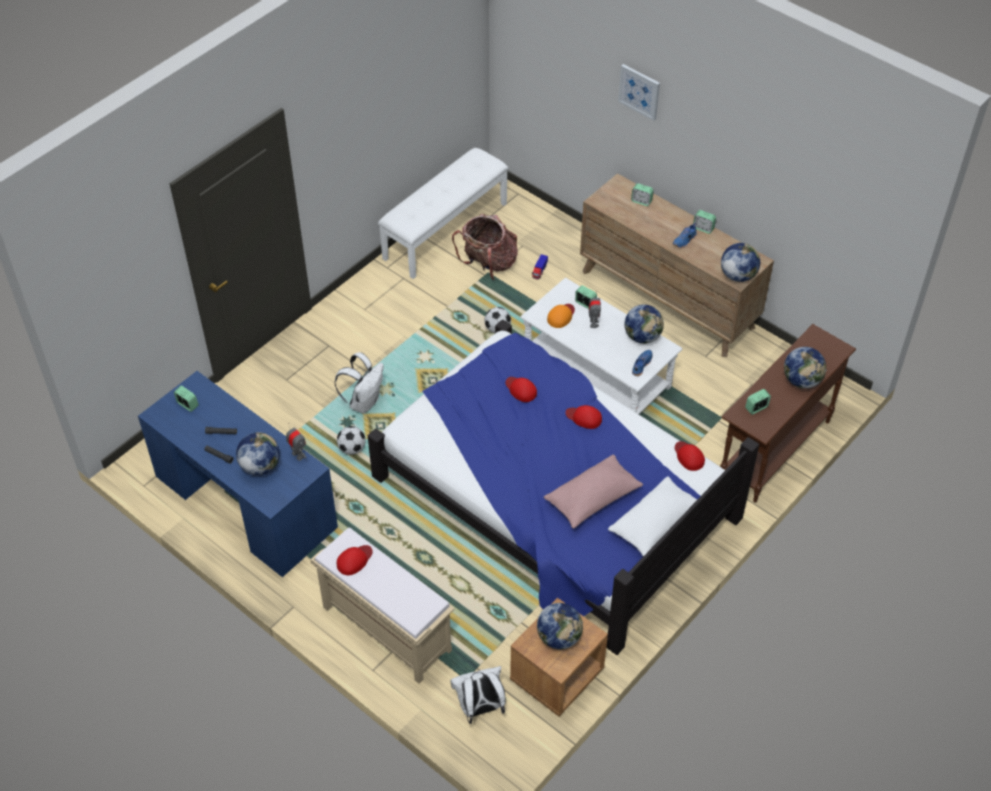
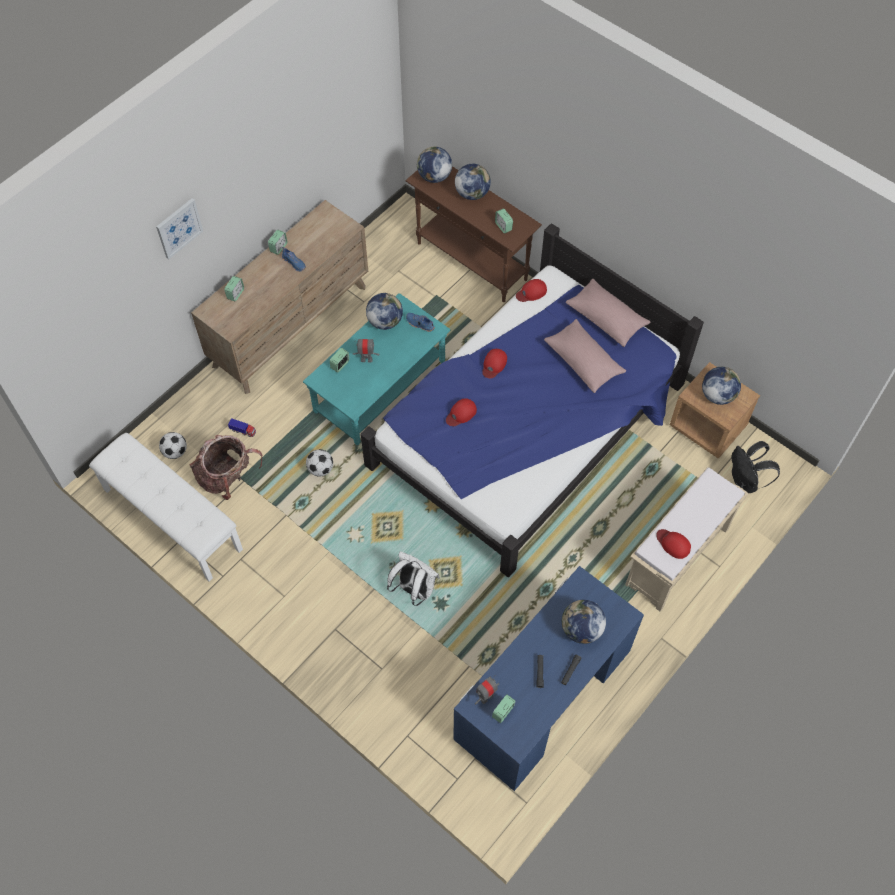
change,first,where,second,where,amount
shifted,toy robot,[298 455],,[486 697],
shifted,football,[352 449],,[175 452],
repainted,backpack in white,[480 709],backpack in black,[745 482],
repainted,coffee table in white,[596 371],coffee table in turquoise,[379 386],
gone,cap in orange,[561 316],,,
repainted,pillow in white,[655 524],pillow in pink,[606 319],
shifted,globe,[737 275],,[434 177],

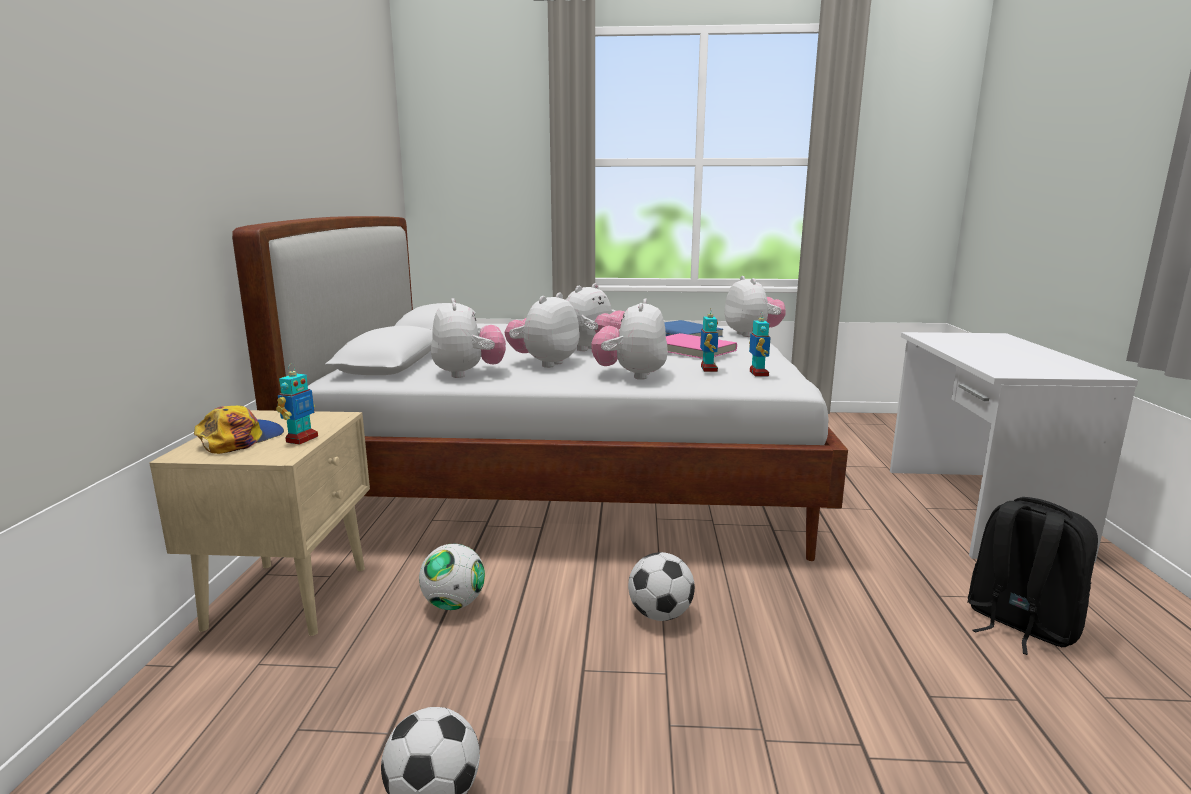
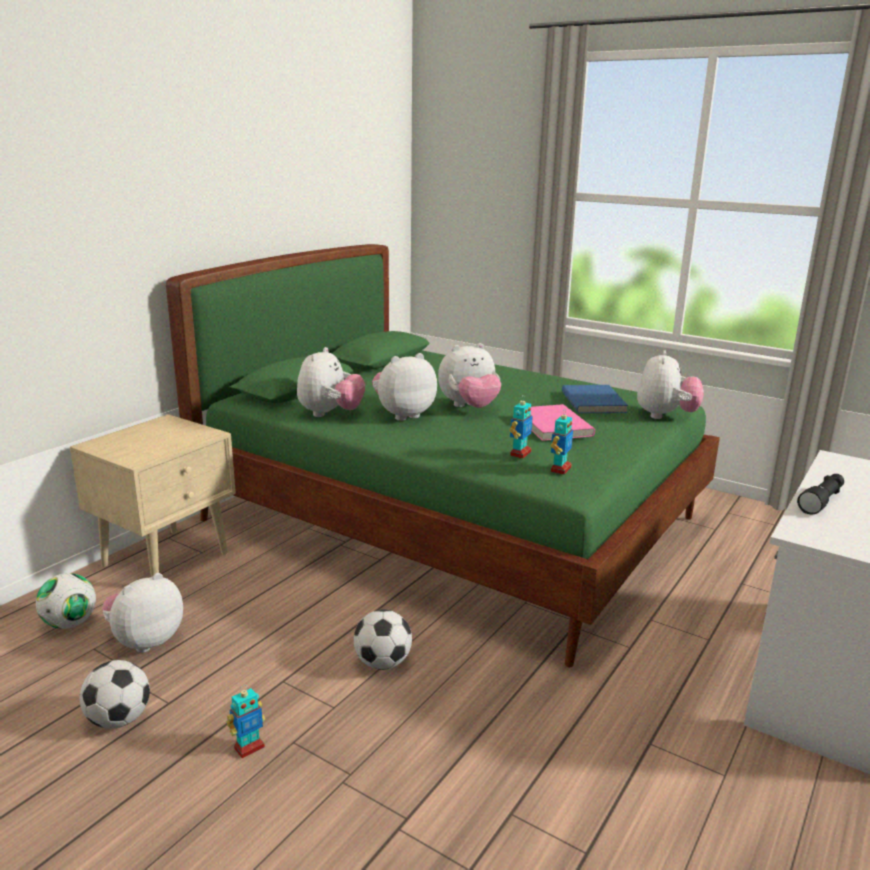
change,first,where,second,where,amount
gone,cap,[240 439],,,
repainted,bed in white,[568 478],bed in green,[452 520],
shifted,toy robot,[301 439],,[249 747],
shifted,football,[454 604],,[70 623],
shifted,plush toy,[631 375],,[145 641],
gone,backpack in black,[1019 624],,,
new,,,flashlight in black,[822 501],

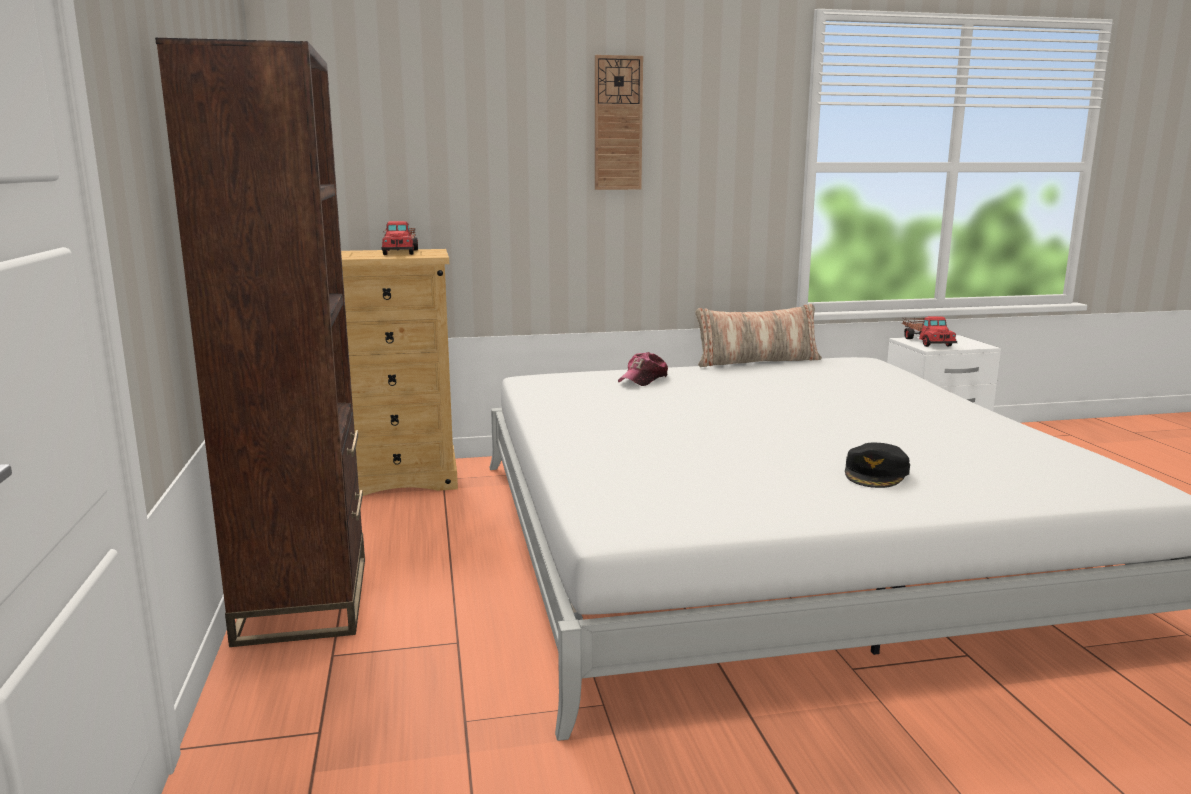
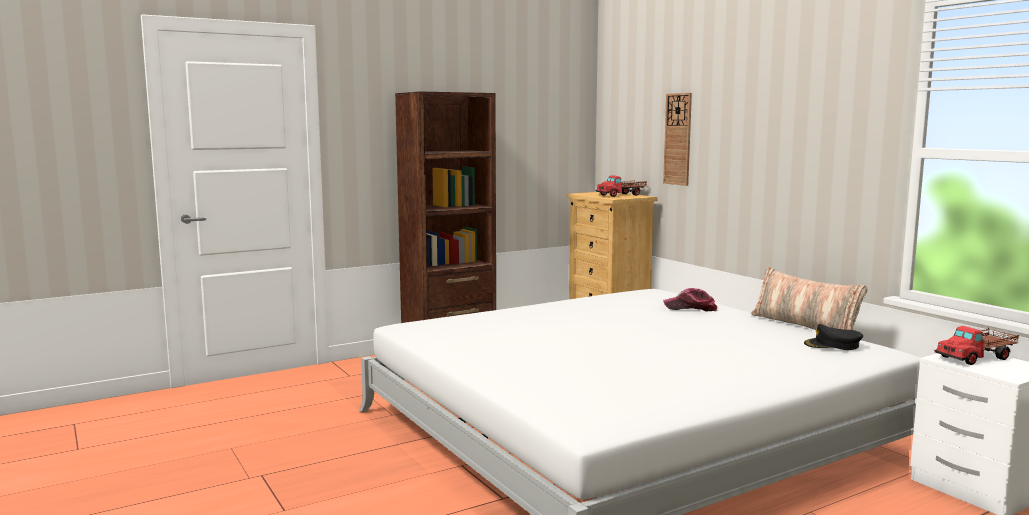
change,first,where,second,where,amount
shifted,wall clock,[618 123],,[678 139],
shifted,cap in black,[876 473],,[832 345],

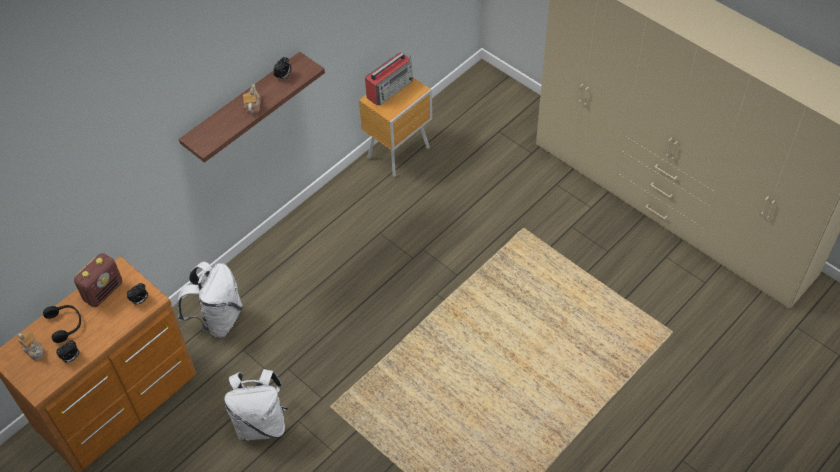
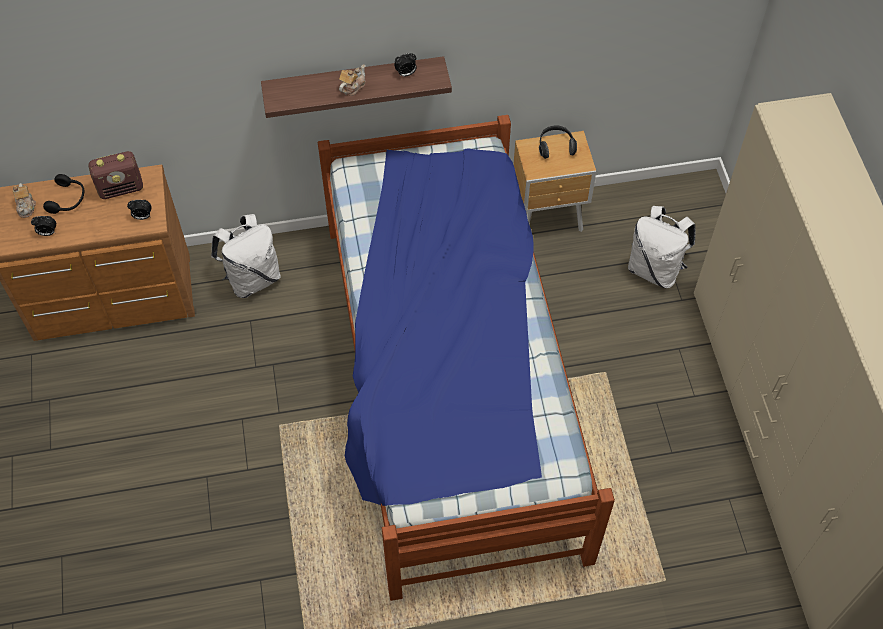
change,first,where,second,where,amount
shifted,backpack in white,[261 423],,[655 269],
swapped,radio,[390 89],headphones,[555 146],
new,,,bed,[449 385],

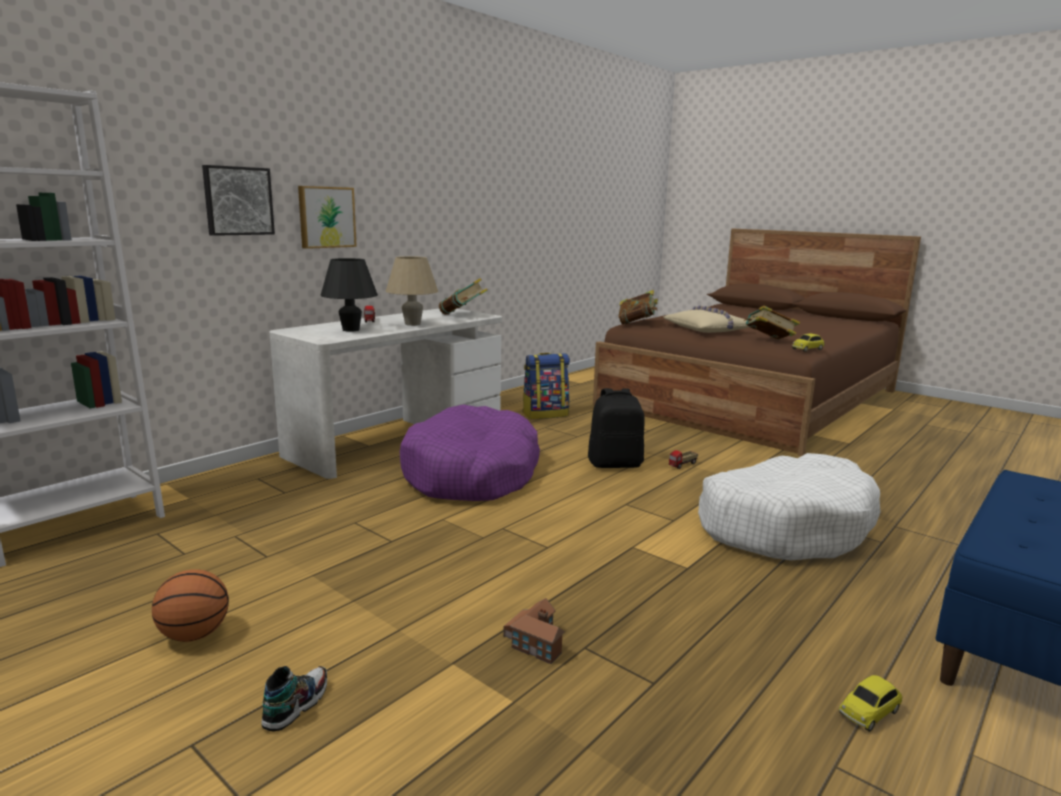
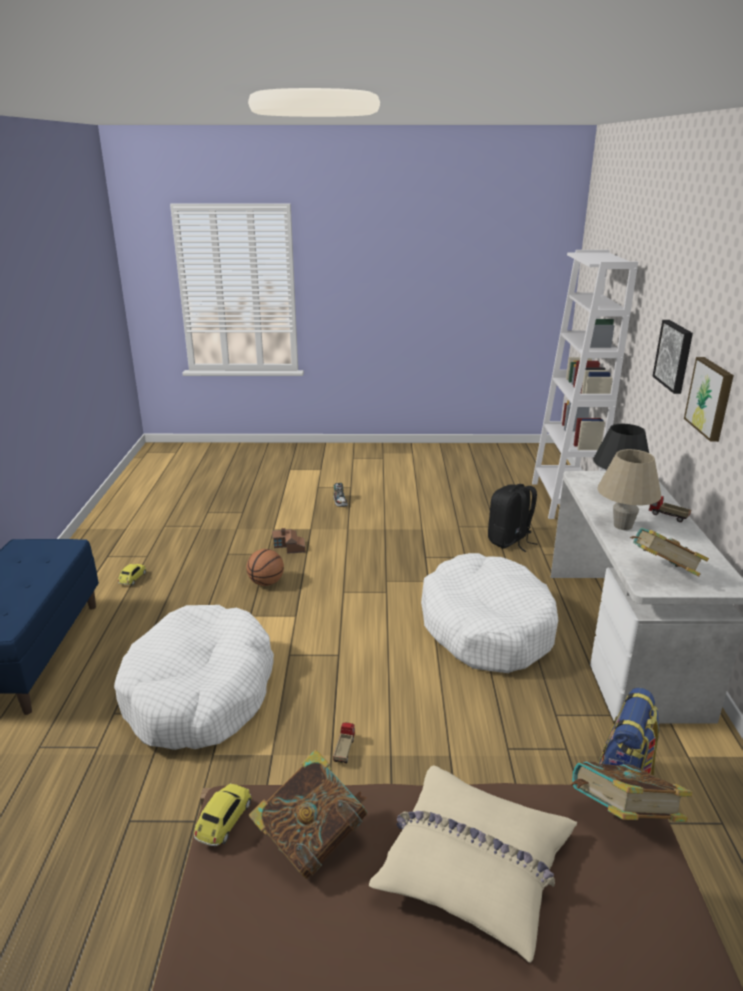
change,first,where,second,where,amount
shifted,basketball,[195 635],,[266 583],
repainted,dog bed in purple,[471 474],dog bed in white,[486 627],
shifted,backpack in black,[615 464],,[510 541],

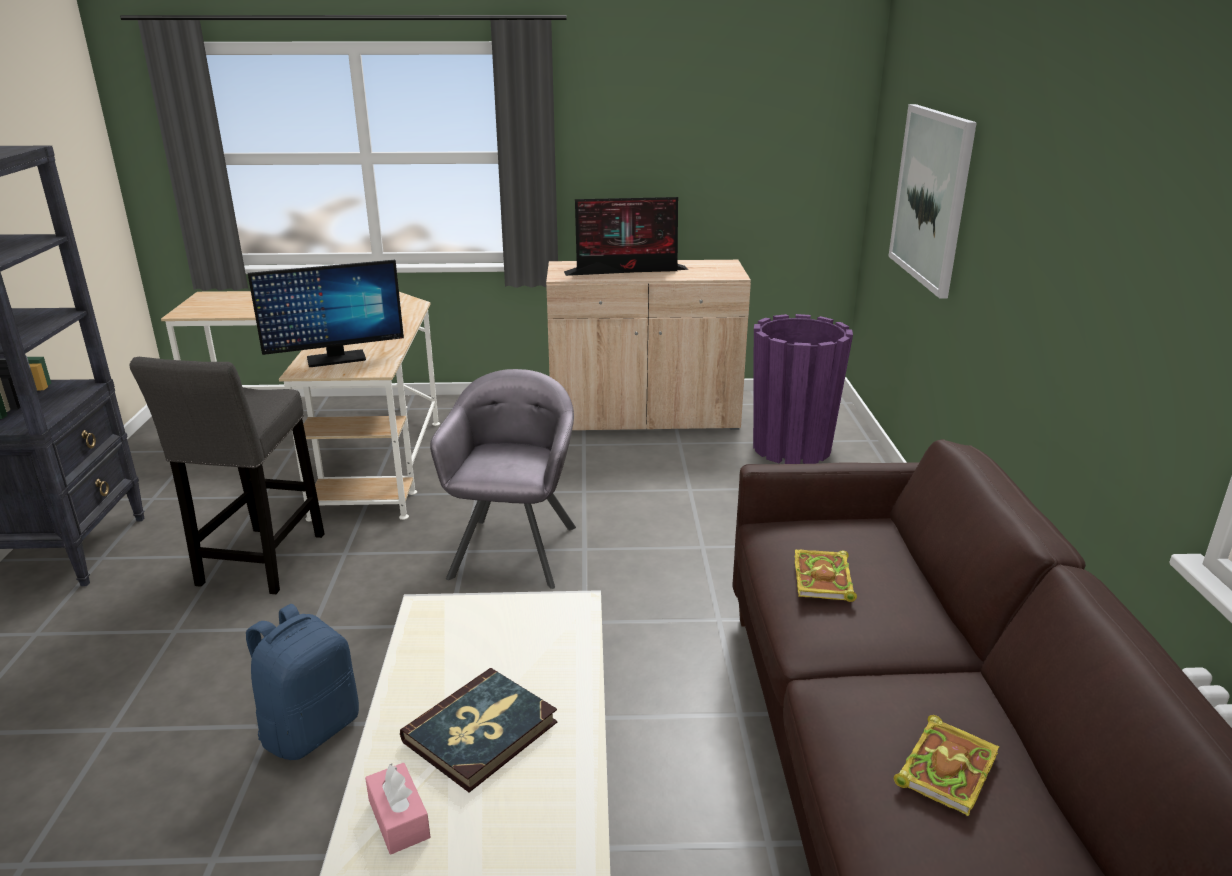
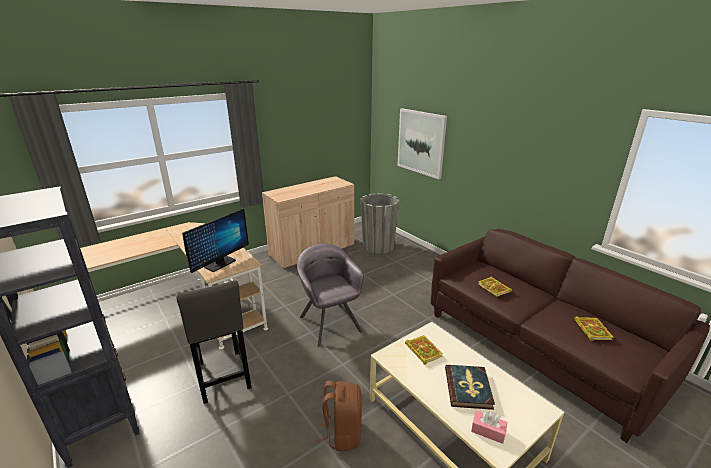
change,first,where,second,where,amount
repainted,backpack in blue,[310 729],backpack in brown,[342 433],
gone,monitor,[628 270],,,
repainted,planter in purple,[791 448],planter in grey,[378 246],
new,,,book,[422 350],

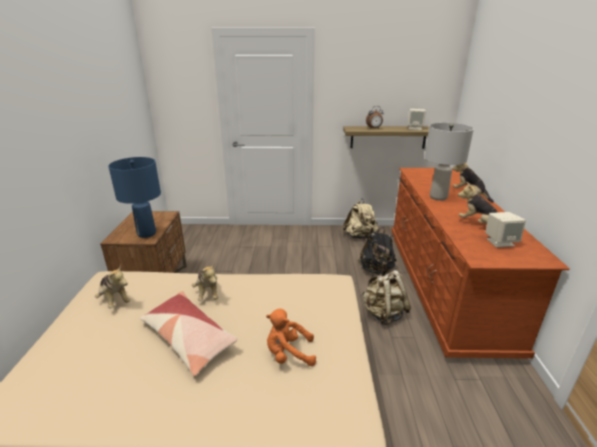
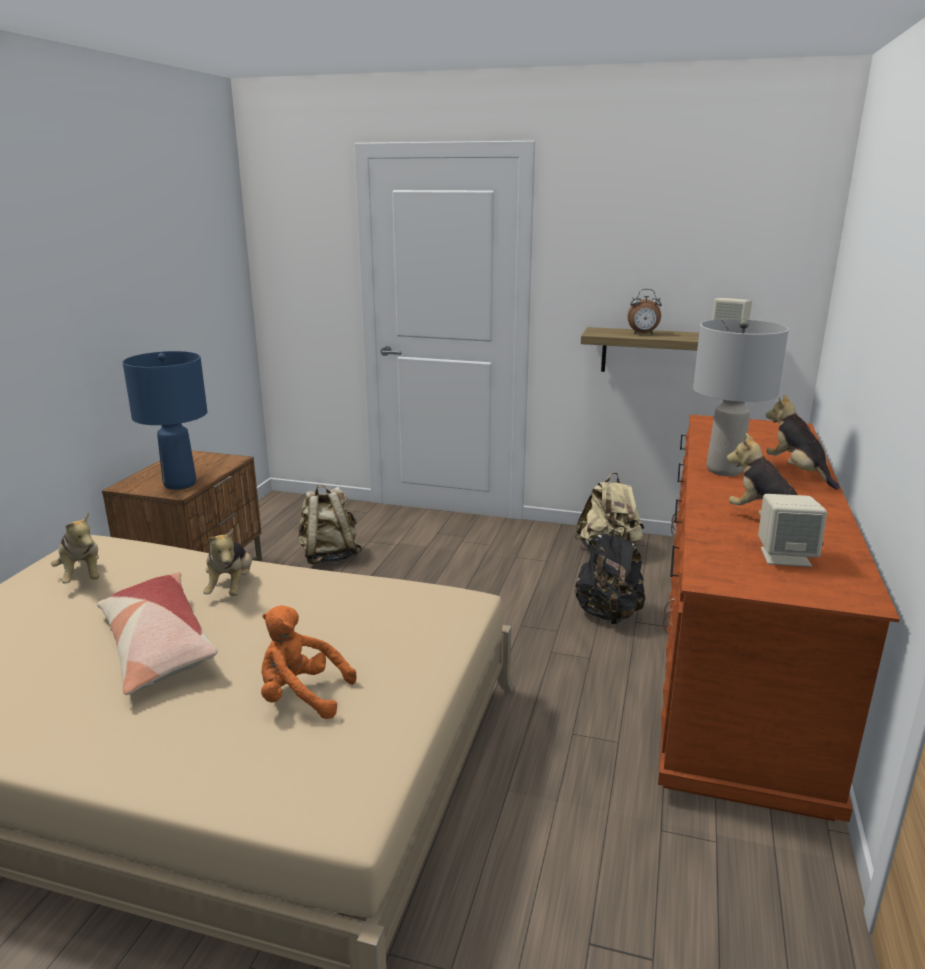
change,first,where,second,where,amount
shifted,backpack in beige,[383 314],,[329 556],

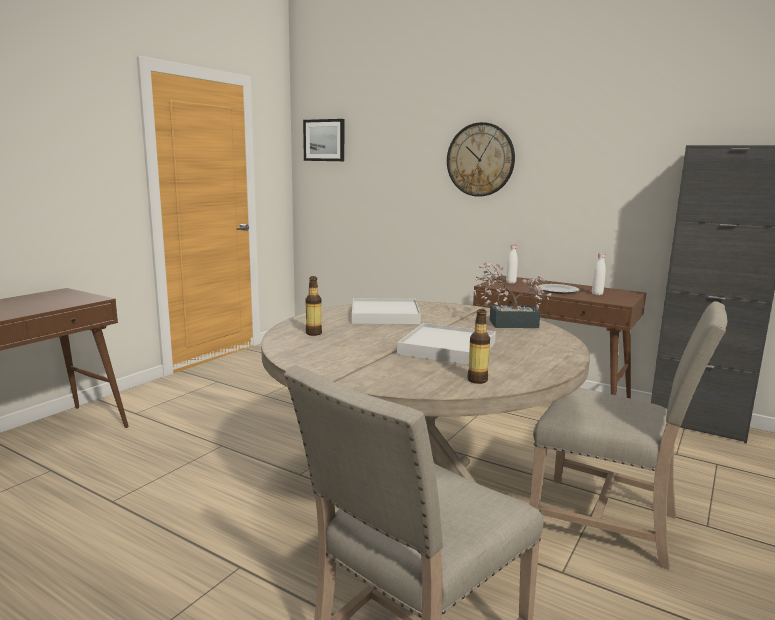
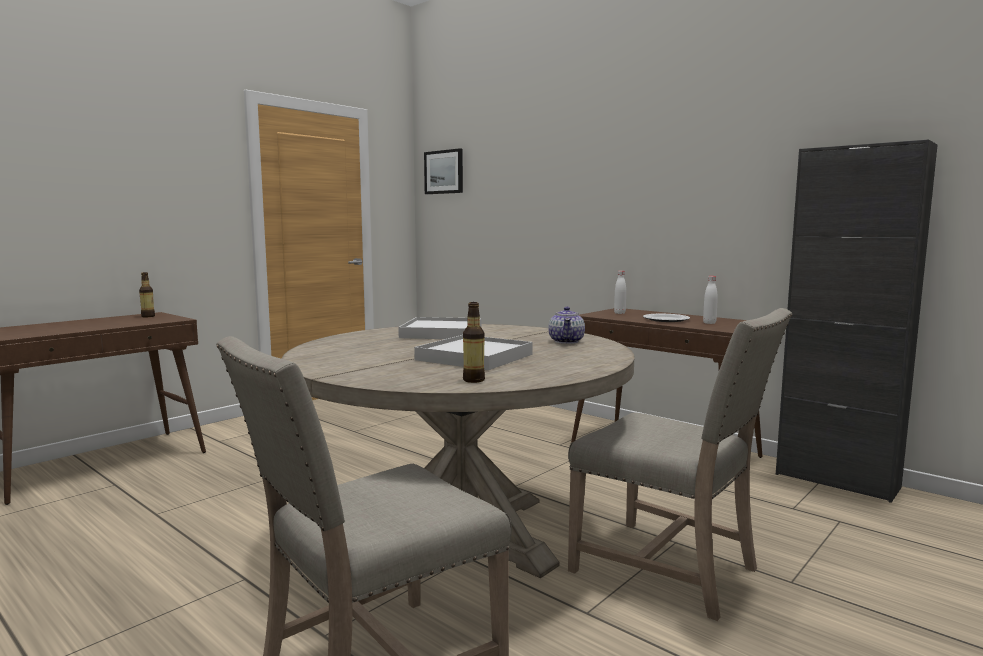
change,first,where,second,where,amount
shifted,bottle,[313 333],,[148 316],
gone,wall clock,[480 160],,,
swapped,potted plant,[507 323],teapot,[566 341],

